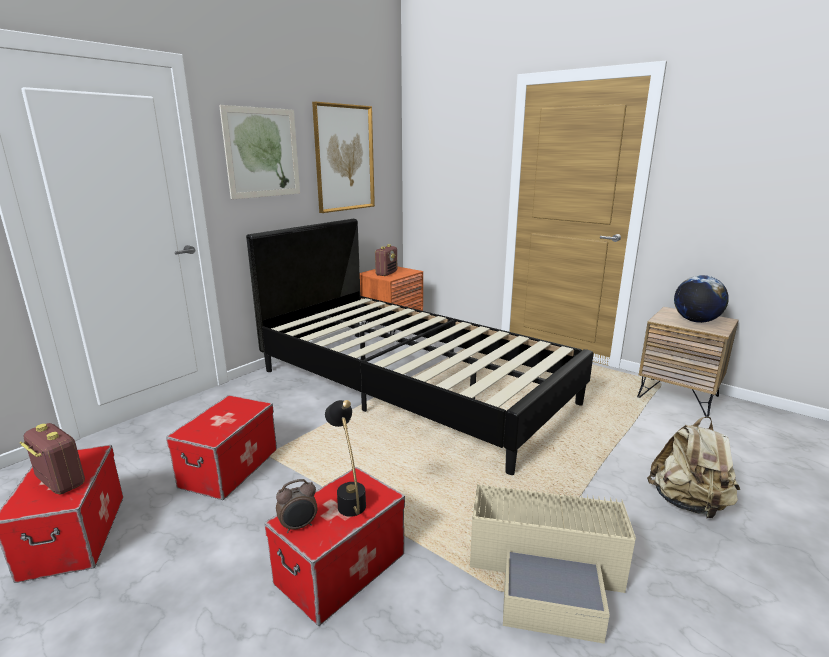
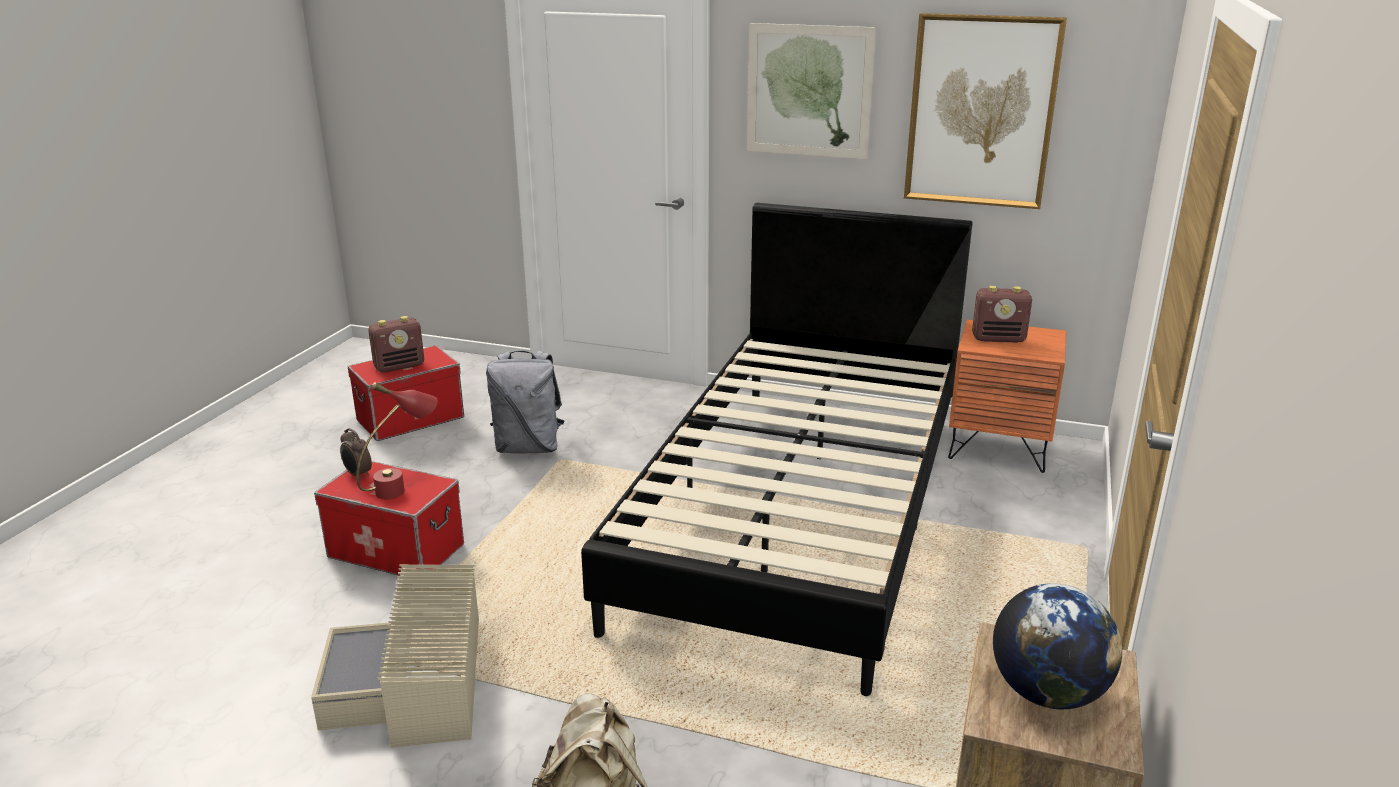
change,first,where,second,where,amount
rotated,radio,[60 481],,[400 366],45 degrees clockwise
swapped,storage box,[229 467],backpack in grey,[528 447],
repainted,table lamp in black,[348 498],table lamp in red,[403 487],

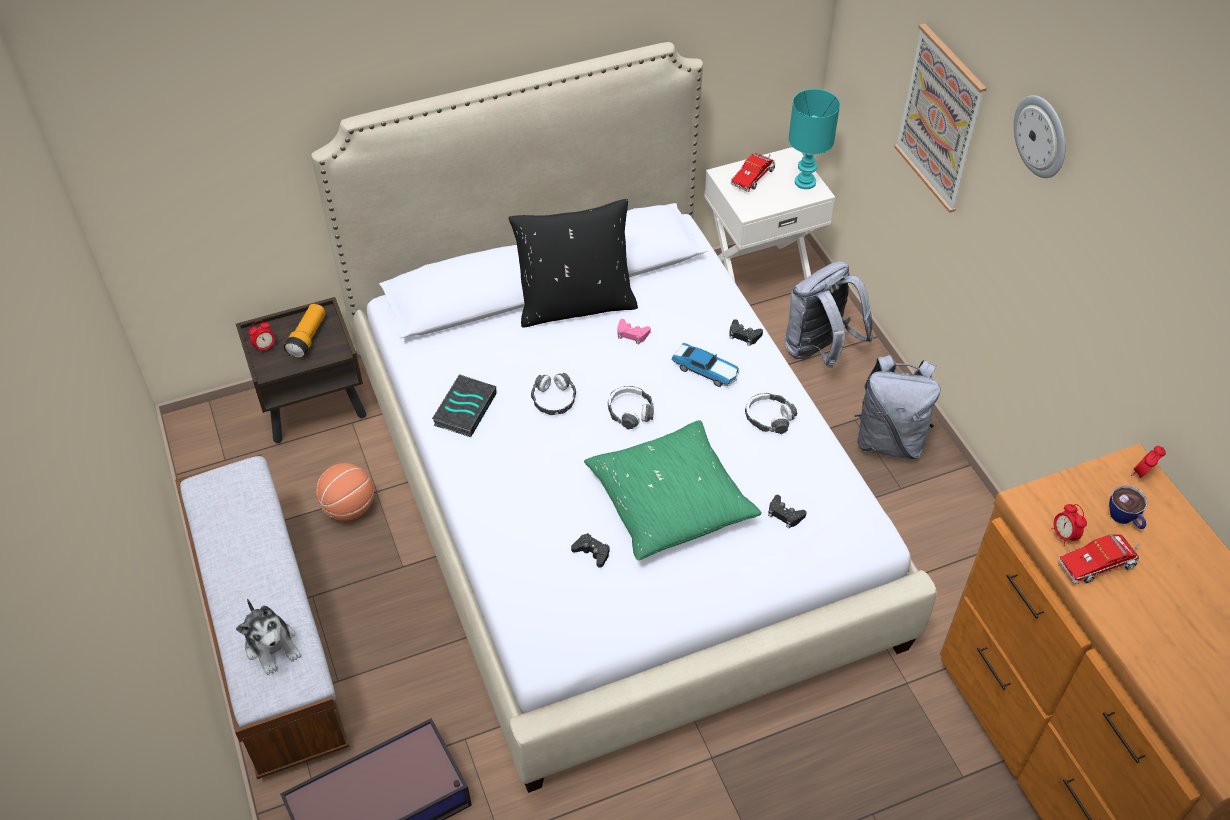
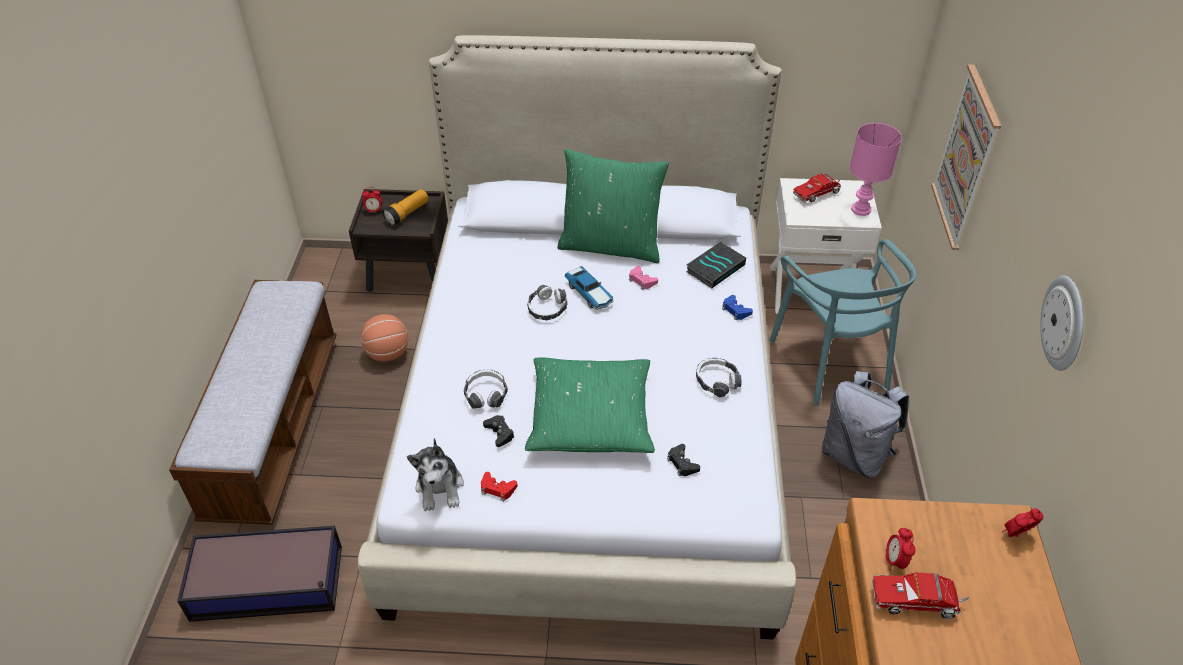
change,first,where,second,where,amount
shifted,plush toy,[272 645],,[440 487],
shifted,book,[464 408],,[715 267],
repainted,pillow in black,[576 304],pillow in green,[611 245],
shifted,headphones,[630 411],,[486 394],
shifted,toy car,[706 370],,[589 294],
repainted,game controller in black,[744 335],game controller in blue,[735 310],
swapped,backpack in grey,[819 351],chair in turquoise,[831 362],
repainted,table lamp in turquoise,[806 182],table lamp in pink,[861 210],
shifted,wall clock,[1041 136],,[1064 323],
gone,cup,[1125 519],,,
new,,,game controller in red,[497 489],

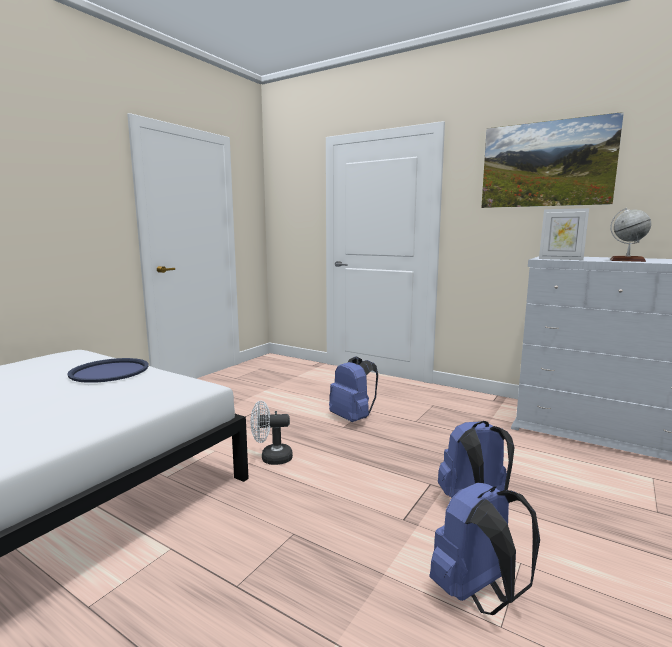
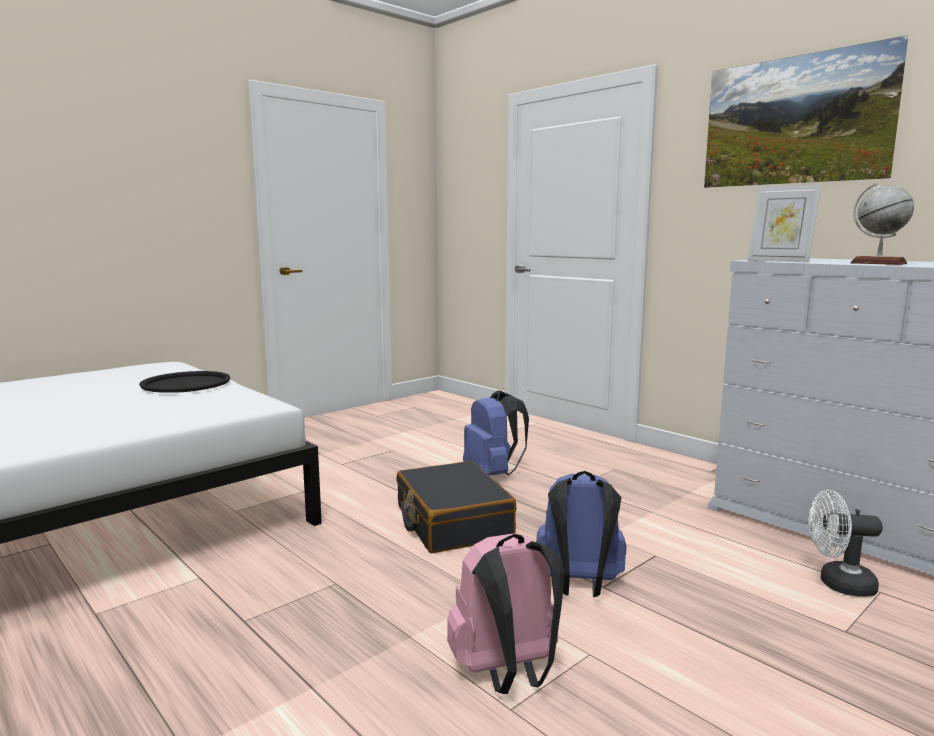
change,first,where,second,where,amount
repainted,tray in blue,[109 371],tray in black,[186 383],
shifted,fan in white,[271 458],,[838 584],
repainted,backpack in blue,[477 594],backpack in pink,[507 674],
new,,,suitcase in black,[452 522],

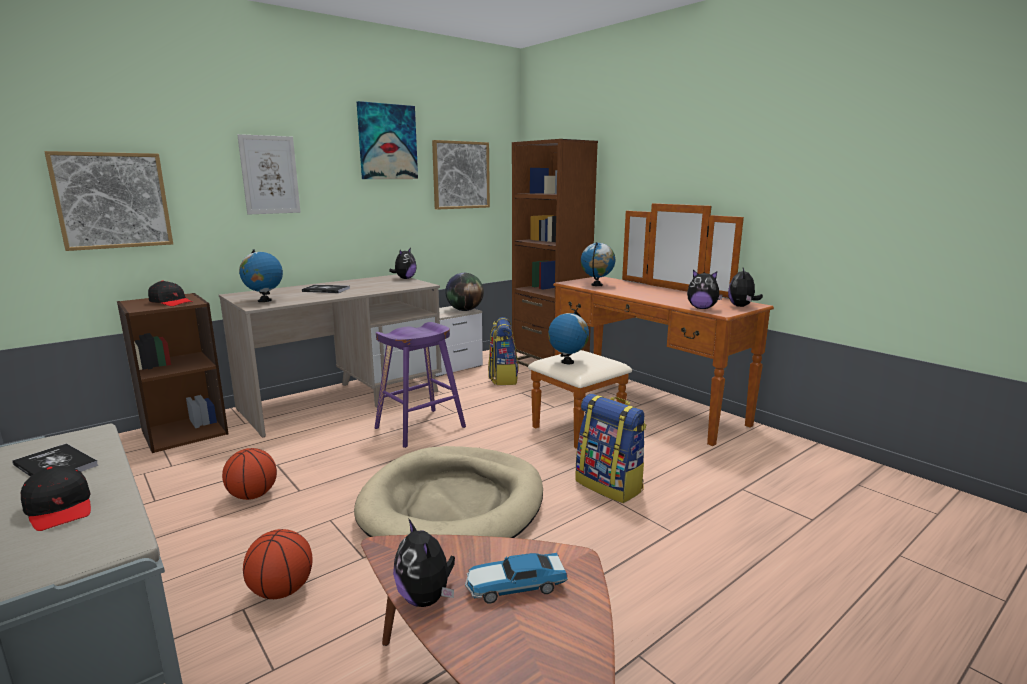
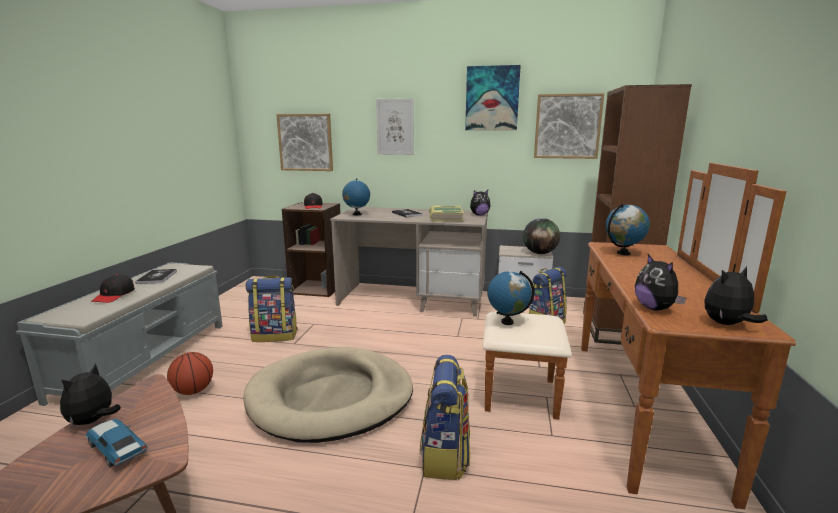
change,first,where,second,where,amount
swapped,basketball,[252 496],backpack,[275 335],
gone,stool in purple,[420 427],,,
new,,,book,[445 217],

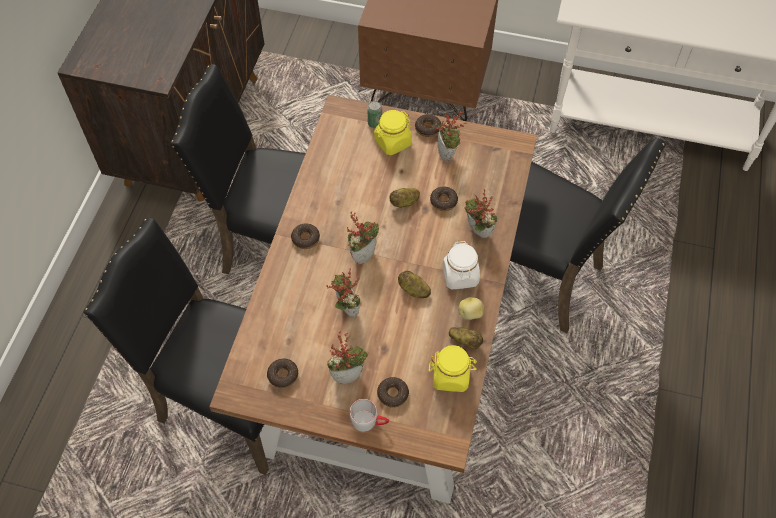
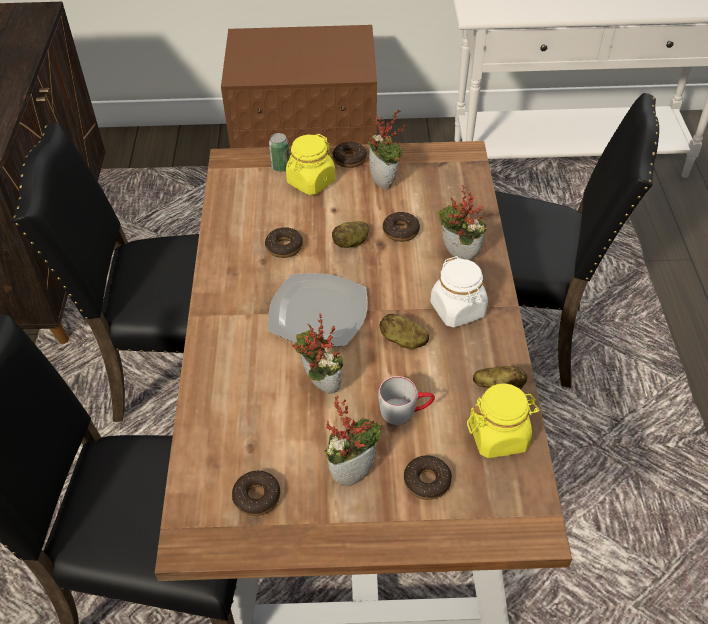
change,first,where,second,where,amount
shifted,donut,[305 239],,[284 247],
swapped,potted plant,[363 254],plate,[319 313],
shifted,mug in grey,[369 422],,[405 411],
gone,potato,[470 314],,,

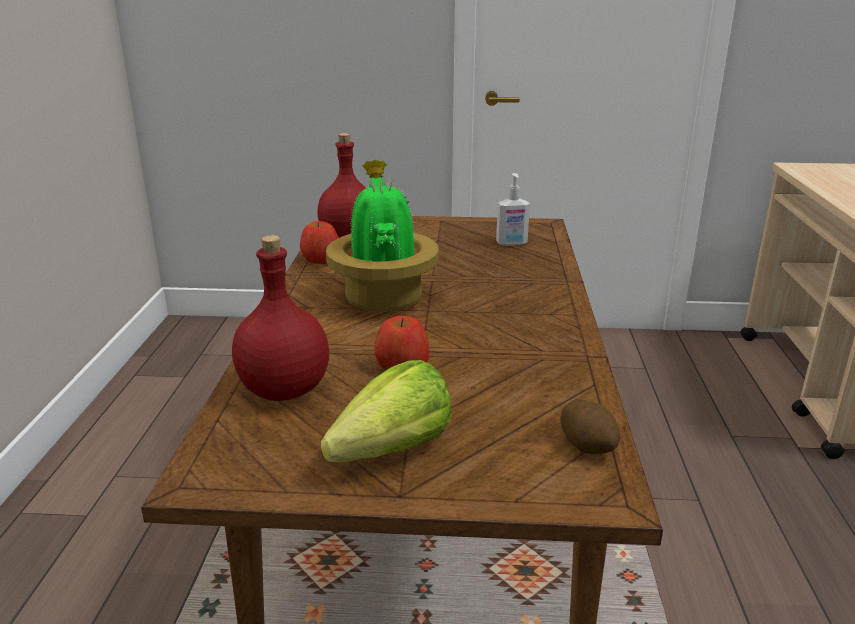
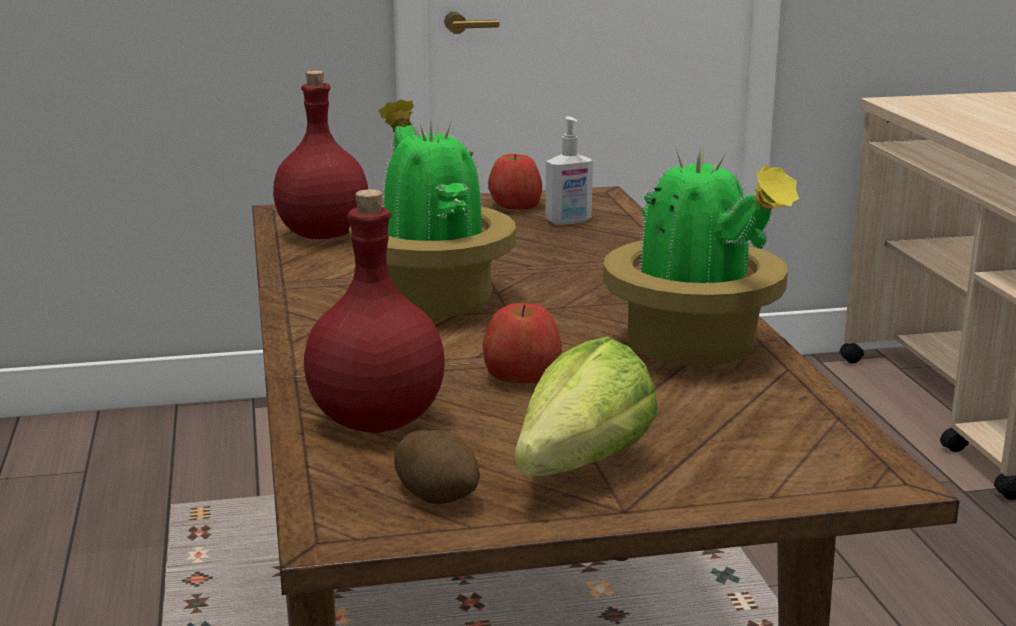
change,first,where,second,where,amount
shifted,apple,[321 259],,[515 205],
shifted,potato,[588 444],,[438 494],
new,,,potted plant,[695 350],

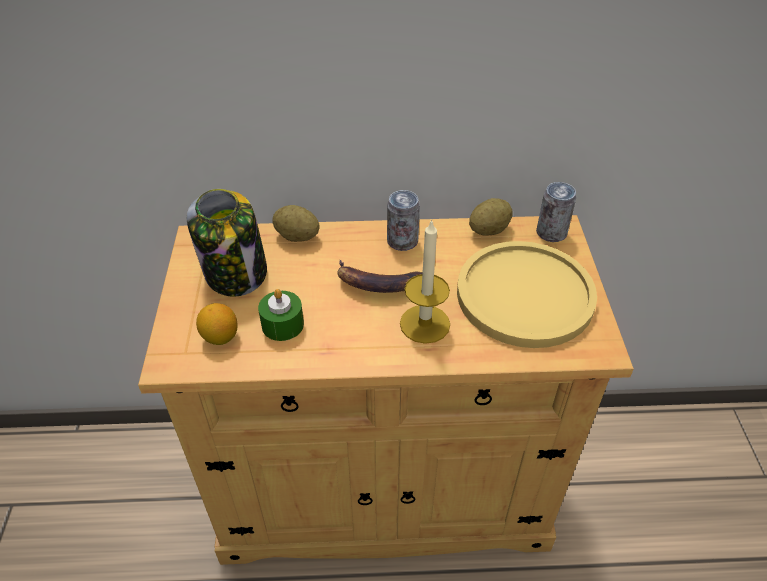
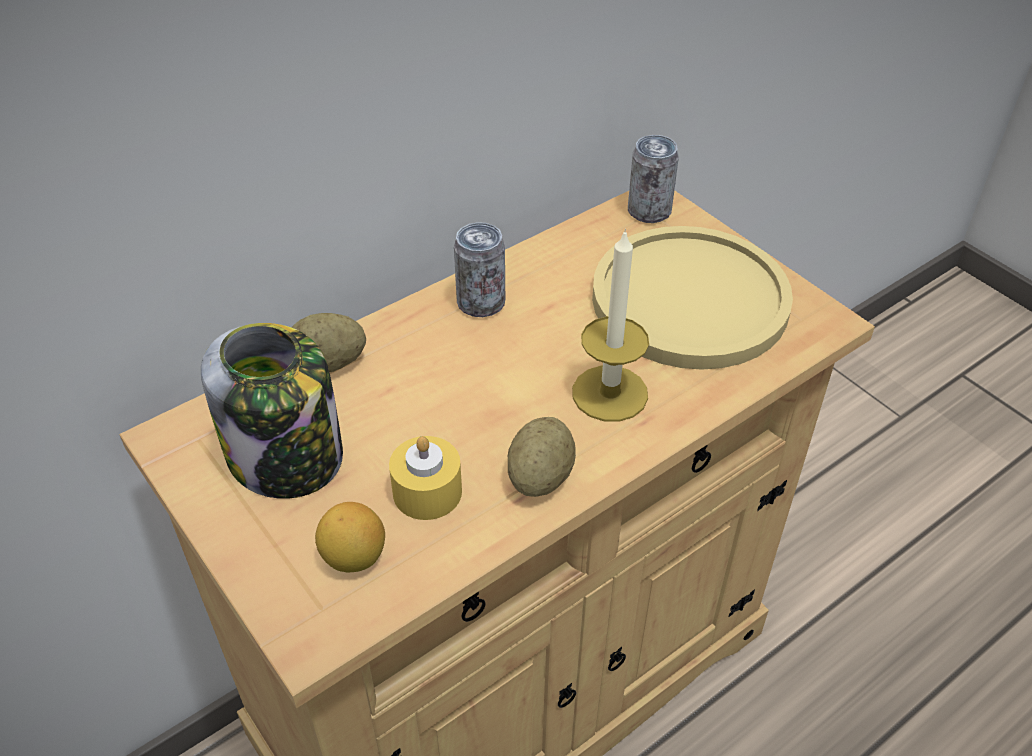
change,first,where,second,where,amount
repainted,candle in green,[282 324],candle in yellow,[427 492],
gone,banana,[378 283],,,
shifted,potato,[489 230],,[540 477],

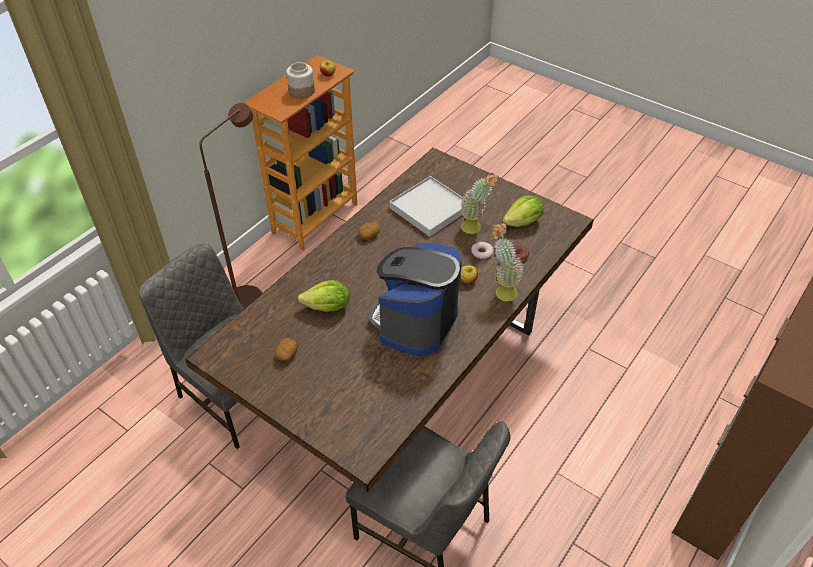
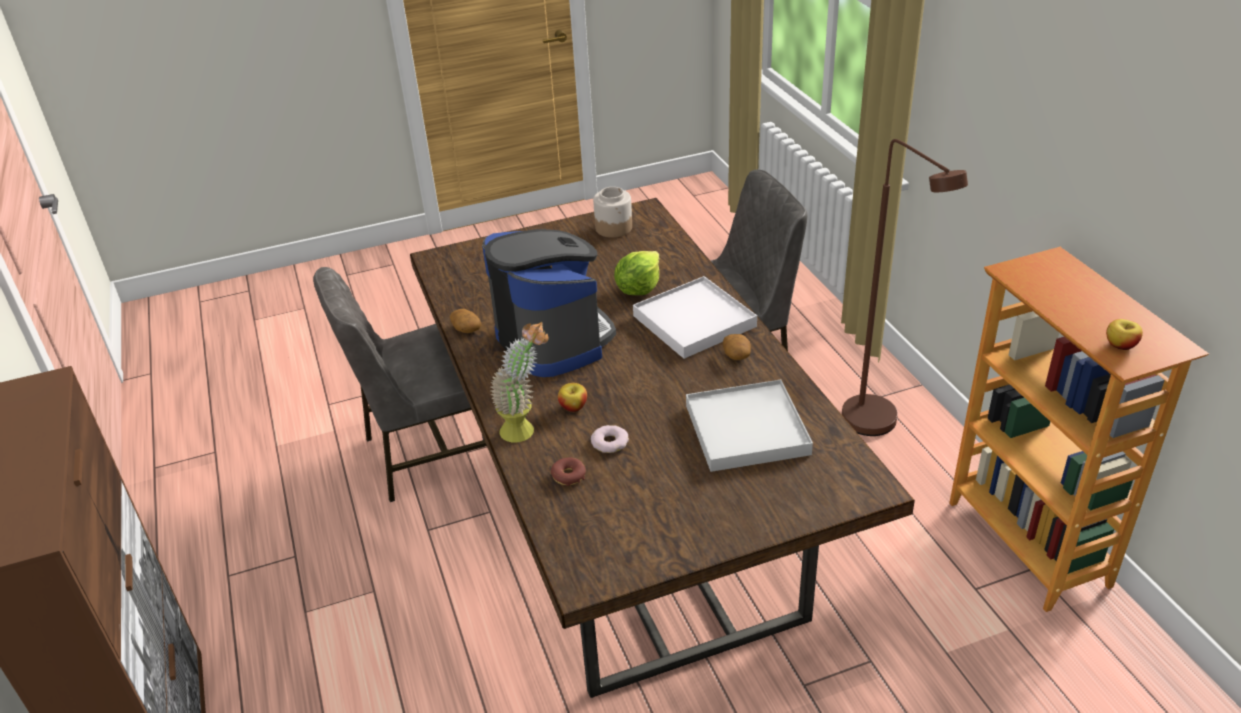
change,first,where,second,where,amount
shifted,potato,[287 354],,[466 329],
shifted,jar,[301 91],,[614 228],
gone,potted plant,[476 228],,,
gone,lettuce,[523 222],,,
new,,,tray in white,[694 321],

